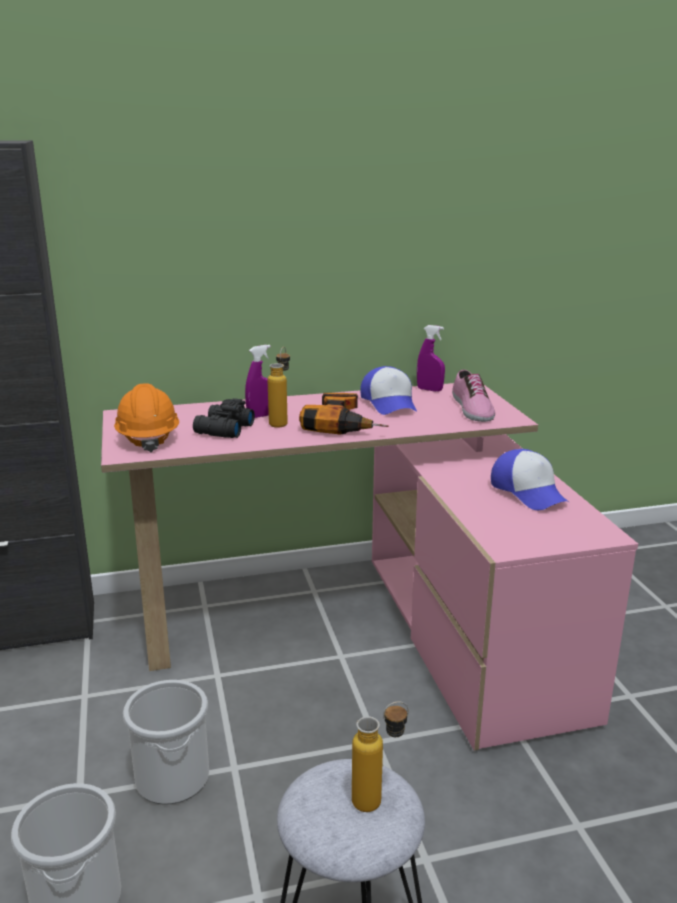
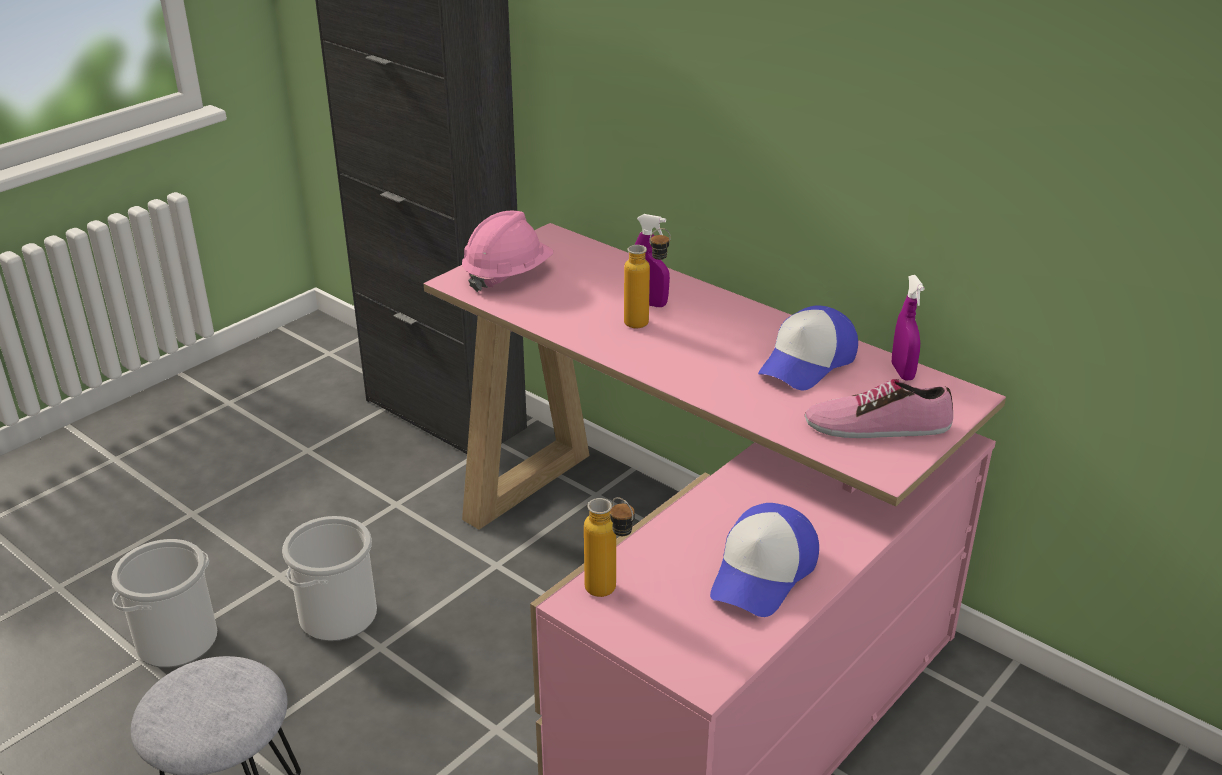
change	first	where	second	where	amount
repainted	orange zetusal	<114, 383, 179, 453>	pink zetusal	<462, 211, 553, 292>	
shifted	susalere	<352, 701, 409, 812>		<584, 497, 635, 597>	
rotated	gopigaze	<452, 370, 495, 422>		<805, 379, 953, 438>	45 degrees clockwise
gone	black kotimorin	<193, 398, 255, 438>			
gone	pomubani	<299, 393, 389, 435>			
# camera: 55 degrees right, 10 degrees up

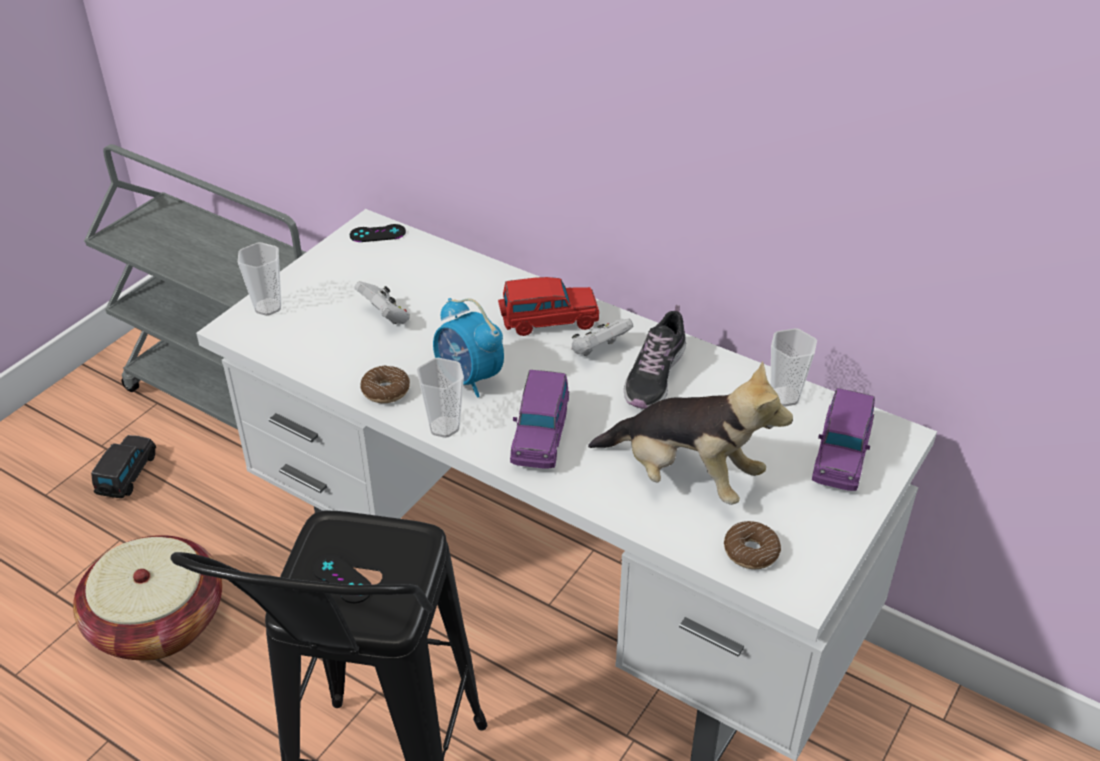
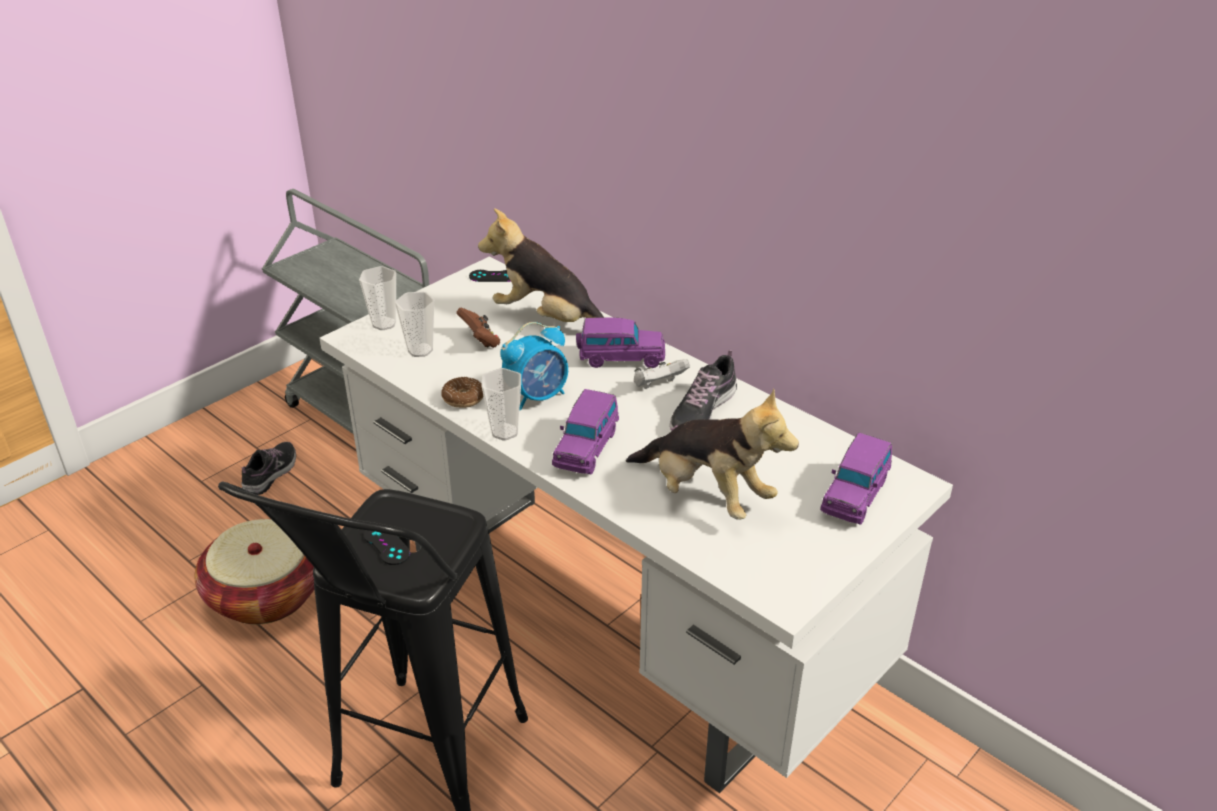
change	first	where	second	where	amount
swapped	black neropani	<91, 435, 156, 498>	gopigaze	<241, 442, 296, 495>	
shifted	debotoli	<771, 328, 817, 407>		<395, 292, 434, 357>	
repainted	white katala	<354, 281, 410, 324>	brown katala	<456, 308, 500, 348>	
new			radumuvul	<478, 208, 604, 322>	
rotated	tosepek	<433, 298, 504, 398>		<500, 322, 568, 410>	90 degrees counterclockwise
repainted	red neropani	<498, 277, 599, 336>	purple neropani	<576, 317, 665, 368>	
gone	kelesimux	<724, 521, 781, 569>			
# camera: 10 degrees right, 5 degrees down

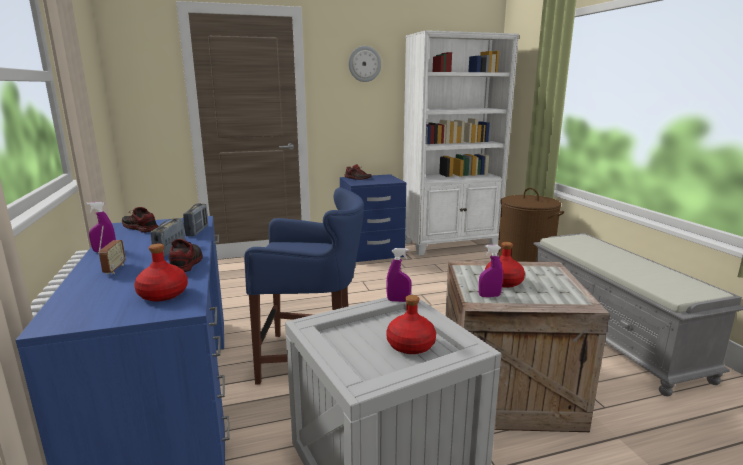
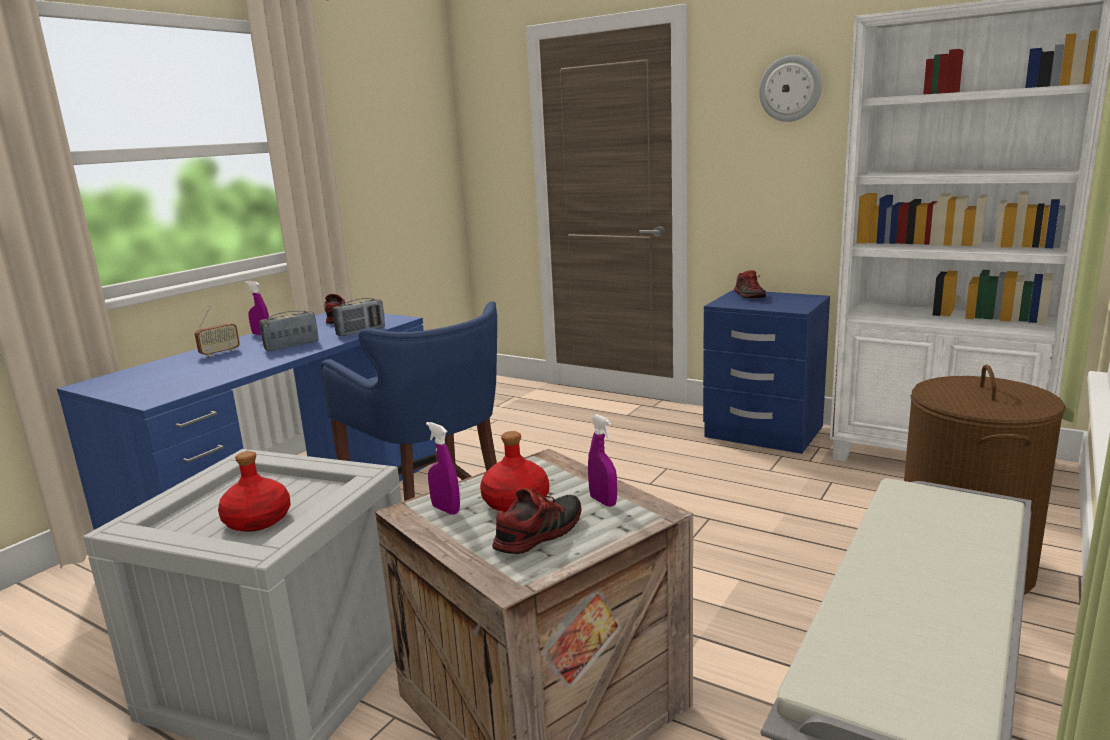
change	first	where	second	where	amount
shifted	gopigaze	<169, 239, 203, 272>		<492, 488, 582, 554>	
shifted	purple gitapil	<386, 248, 411, 302>		<588, 414, 617, 507>	
gone	red susalere	<134, 243, 188, 301>			
# camera: 50 degrees right, 0 degrees up

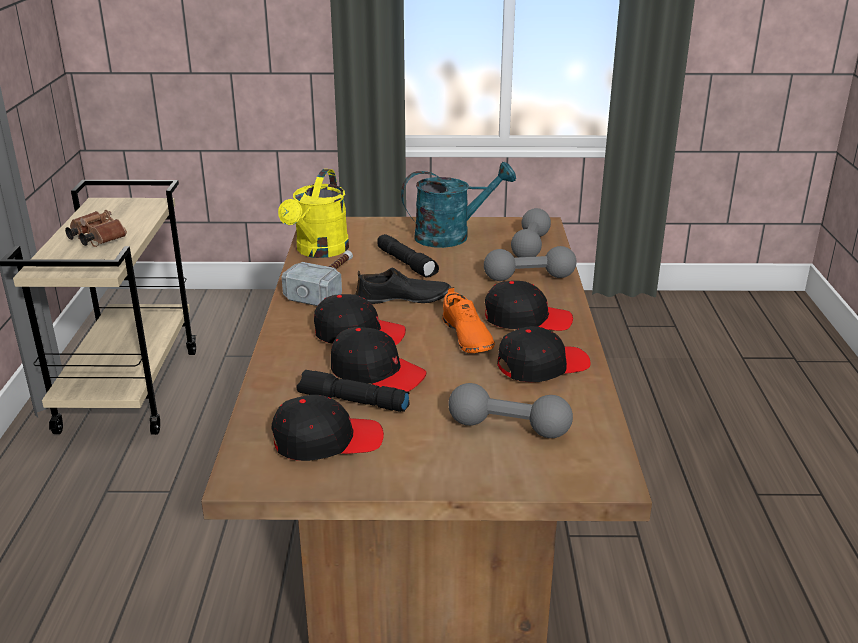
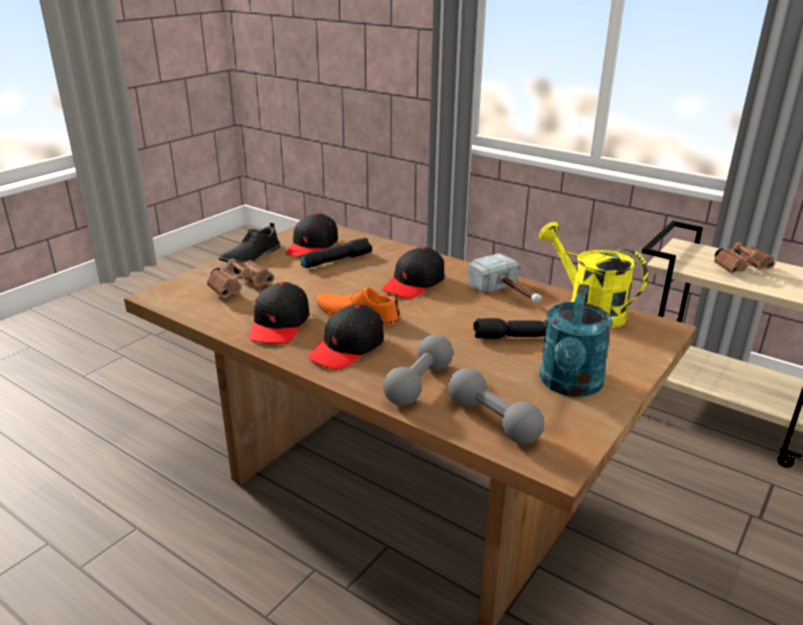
change	first	where	second	where	amount
swapped	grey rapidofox	<448, 383, 573, 438>	brown kotimorin	<207, 258, 274, 298>	
shifted	black gopigaze	<355, 267, 451, 304>		<218, 223, 280, 263>	
gone	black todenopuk	<331, 327, 426, 392>			
# camera: 125 degrees right, 0 degrees up

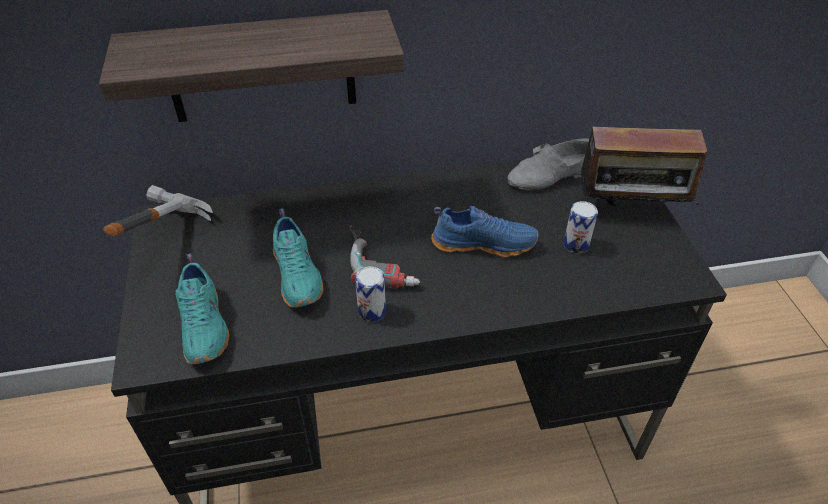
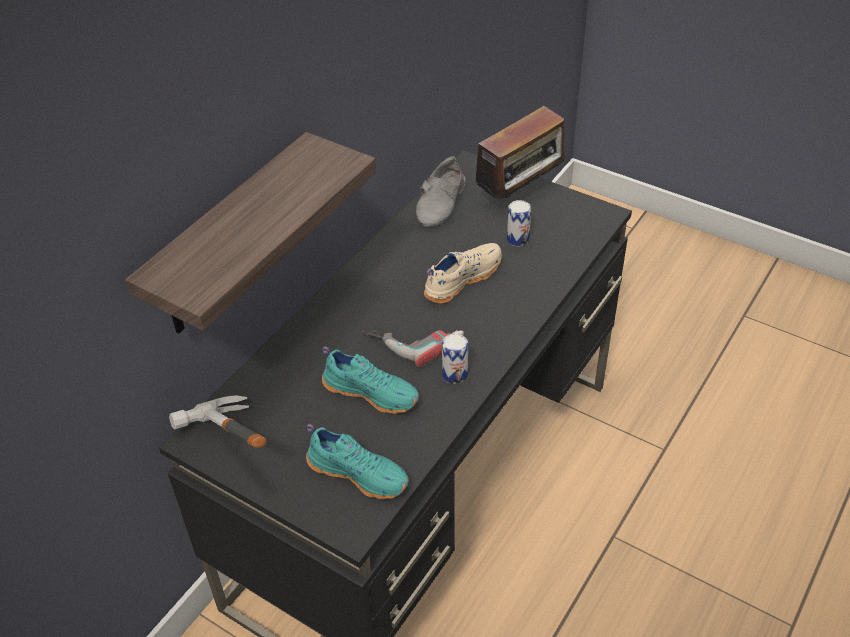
change	first	where	second	where	amount
repainted	blue gopigaze	<431, 206, 539, 257>	beige gopigaze	<424, 243, 502, 304>	
# camera: 45 degrees left, 0 degrees up

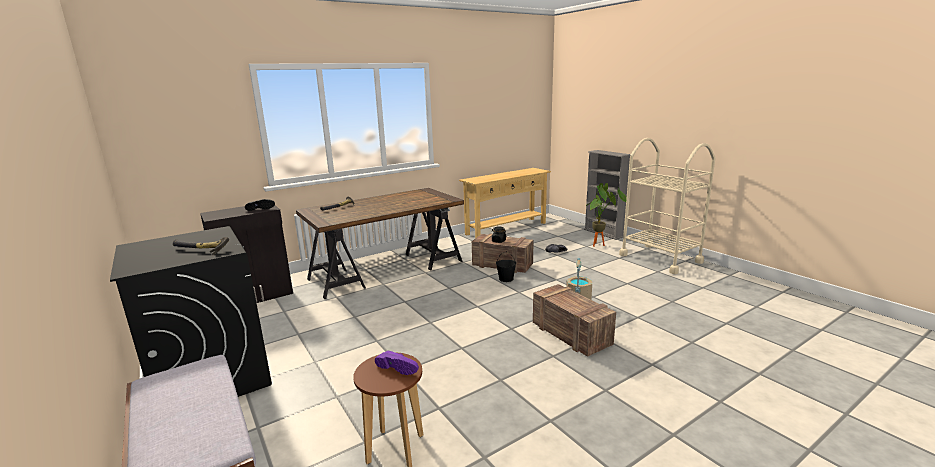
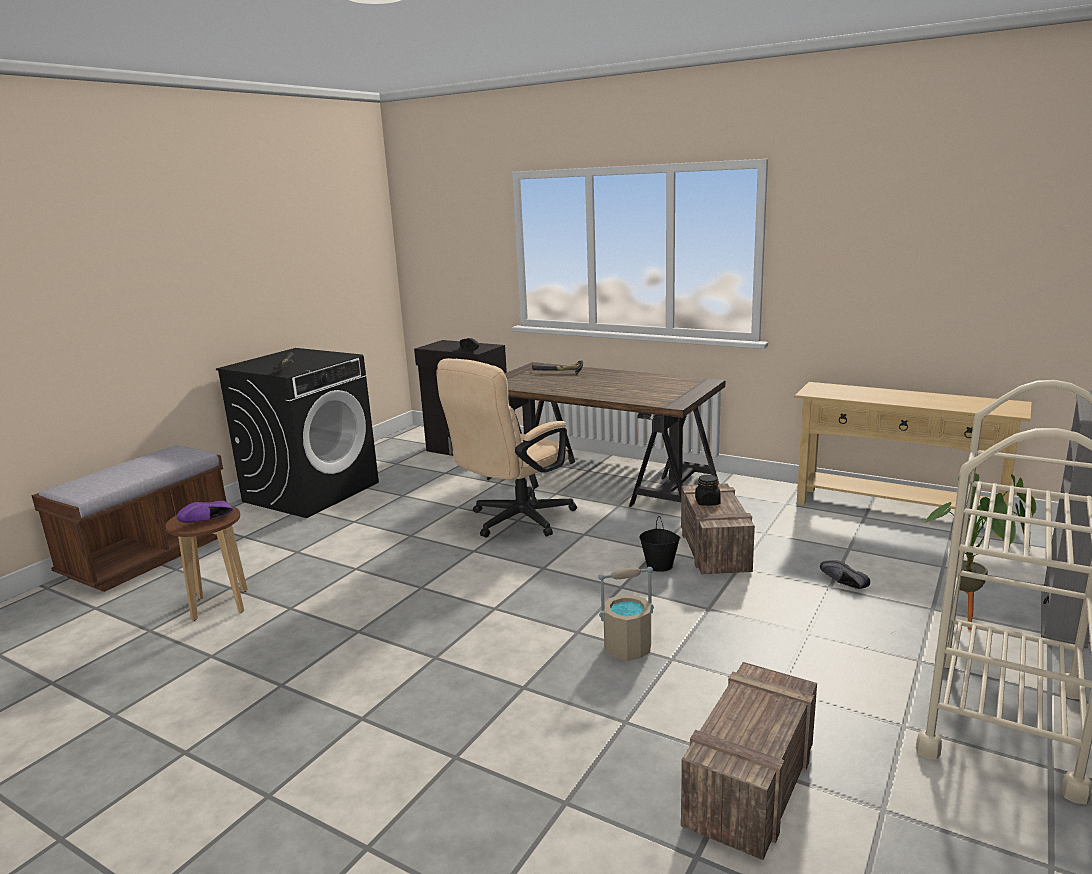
change	first	where	second	where	amount
rotated	purple gopigaze	<375, 351, 419, 375>		<177, 501, 233, 523>	45 degrees clockwise
new			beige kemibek	<436, 358, 577, 538>	
shifted	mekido	<533, 284, 616, 357>		<681, 662, 817, 860>	
# camera: 65 degrees right, 0 degrees up

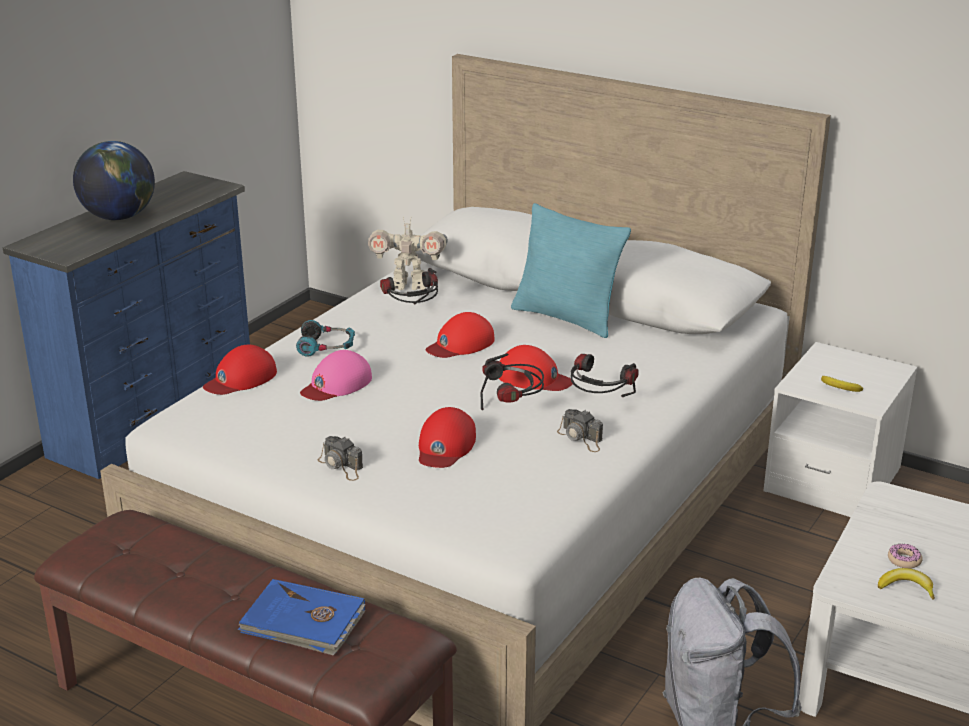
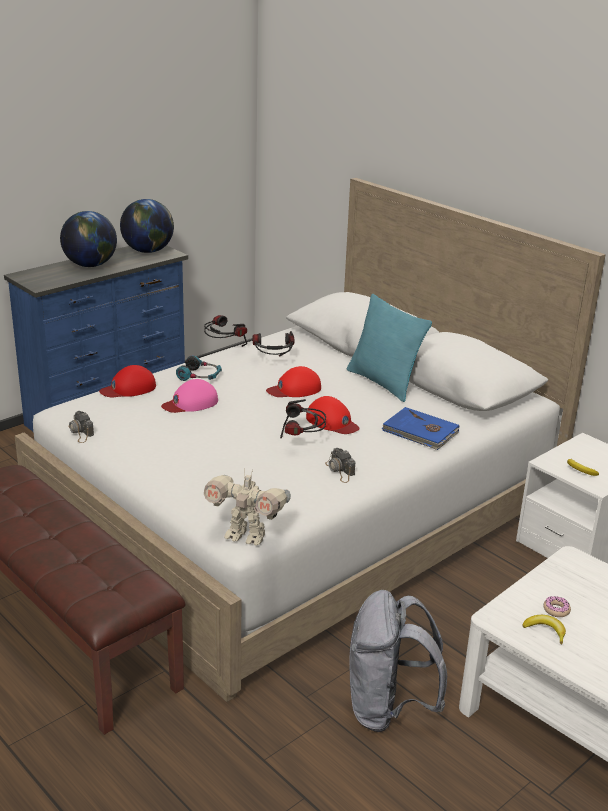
change	first	where	second	where	amount
shifted	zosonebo	<318, 436, 363, 481>		<69, 411, 94, 443>	
new			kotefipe	<120, 199, 174, 253>	
shifted	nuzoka	<571, 354, 639, 397>		<204, 315, 247, 347>	
shifted	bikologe	<368, 216, 448, 290>		<204, 470, 291, 546>	
shifted	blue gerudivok	<238, 579, 366, 656>		<381, 407, 459, 450>	
gone	red todenopuk	<419, 407, 476, 468>			
# camera: 15 degrees right, 0 degrees up

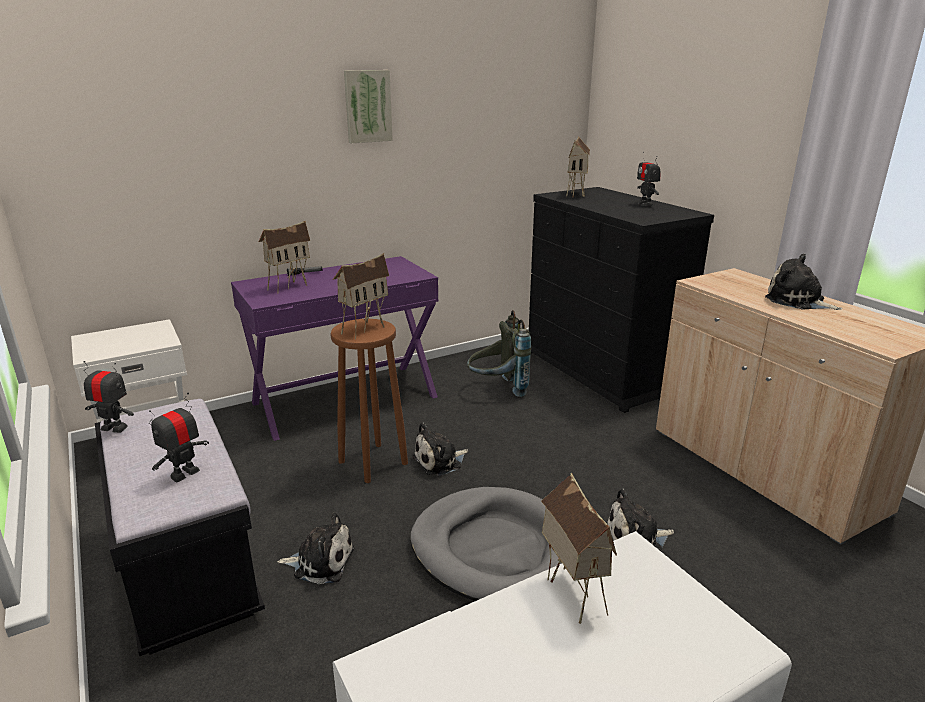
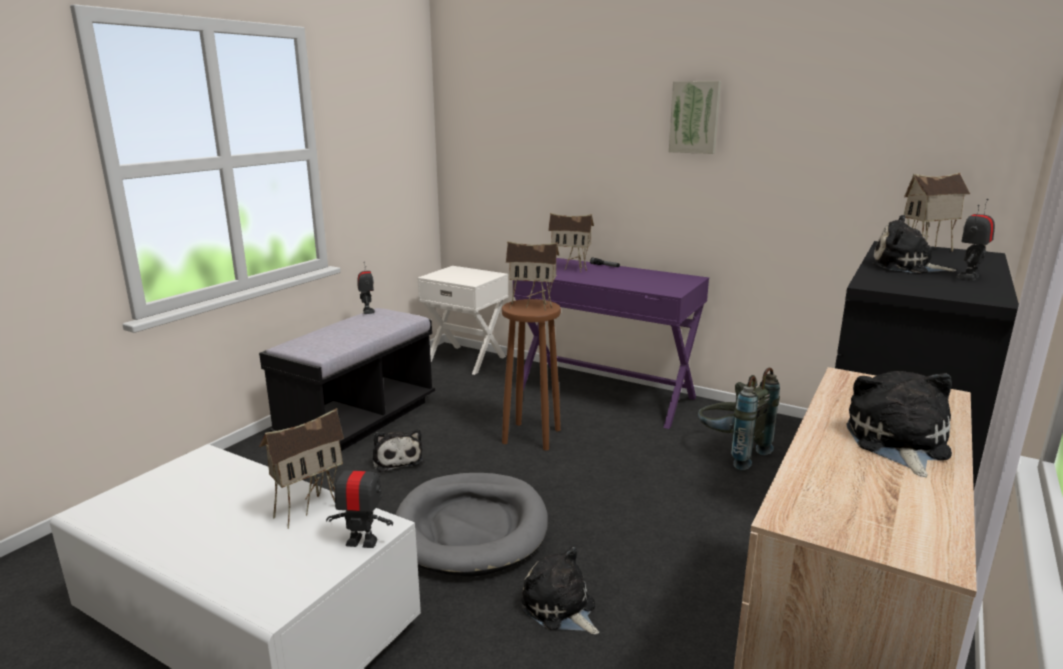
change	first	where	second	where	amount
shifted	bikologe	<149, 393, 209, 482>		<326, 460, 393, 548>	
shifted	radumuvul	<412, 422, 468, 476>		<872, 215, 957, 273>	
# camera: 60 degrees right, 5 degrees down

